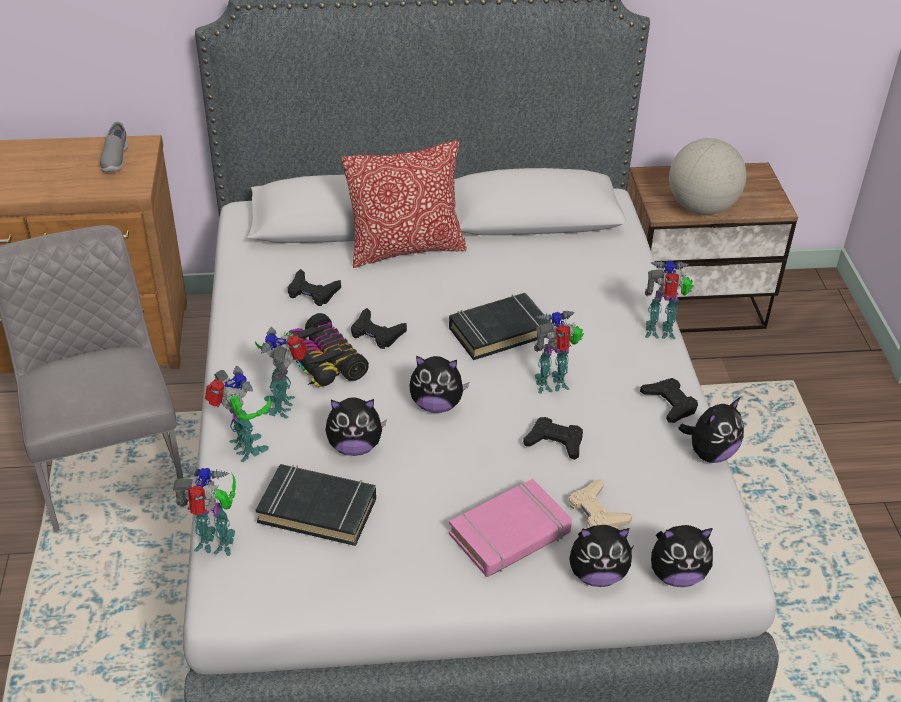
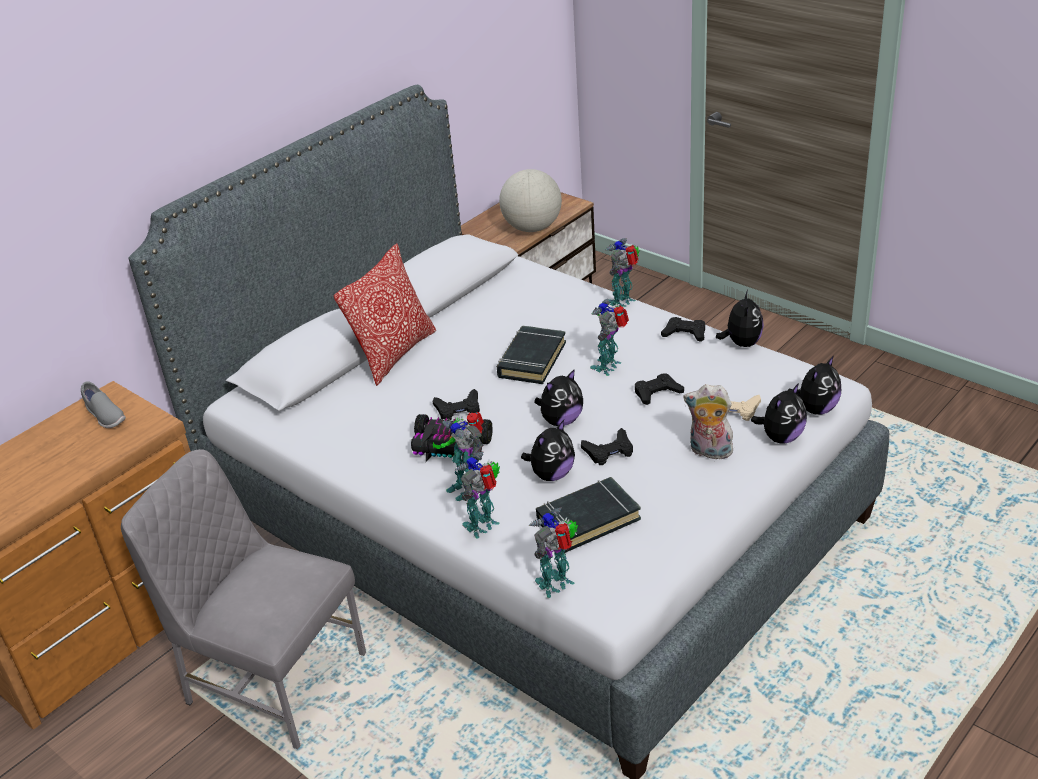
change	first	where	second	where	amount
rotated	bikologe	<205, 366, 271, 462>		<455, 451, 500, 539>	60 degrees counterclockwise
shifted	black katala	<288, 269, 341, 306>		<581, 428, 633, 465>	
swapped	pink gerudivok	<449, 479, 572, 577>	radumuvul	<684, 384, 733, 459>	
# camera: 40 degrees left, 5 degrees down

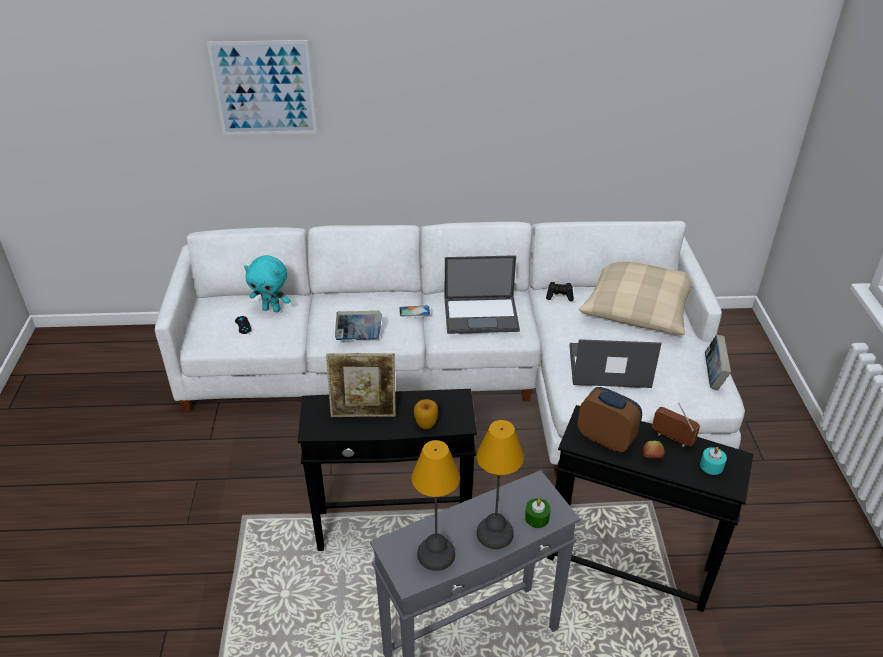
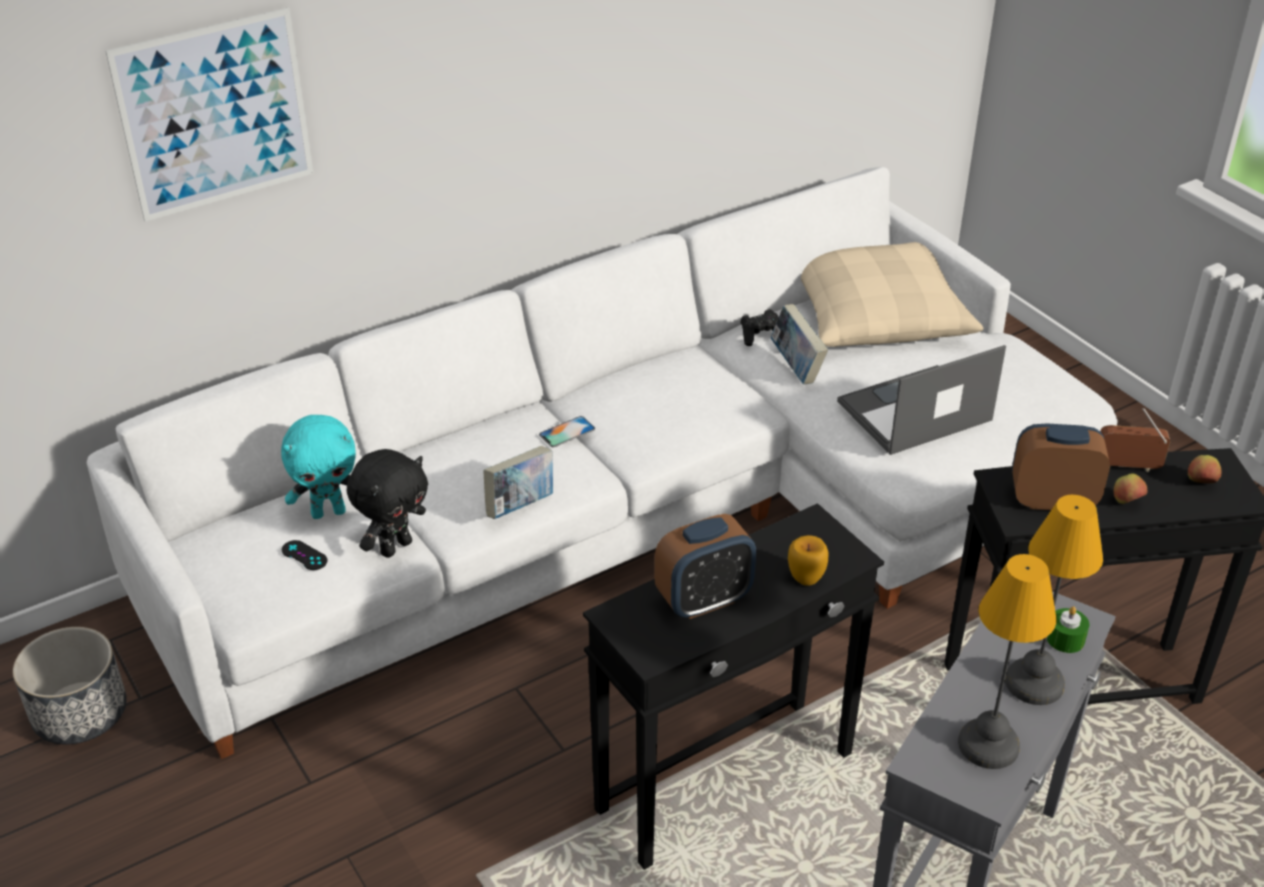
change	first	where	second	where	amount
new			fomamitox	<13, 627, 127, 744>	
new			black radumuvul	<347, 449, 428, 558>	
swapped	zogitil	<326, 353, 396, 417>	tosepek	<655, 514, 756, 619>	
shifted	gerudivok	<705, 335, 731, 390>		<771, 304, 828, 385>	
swapped	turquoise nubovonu	<700, 447, 727, 475>	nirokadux	<1188, 455, 1222, 484>	
gone	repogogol	<445, 255, 520, 334>			
# camera: 30 degrees left, 0 degrees up

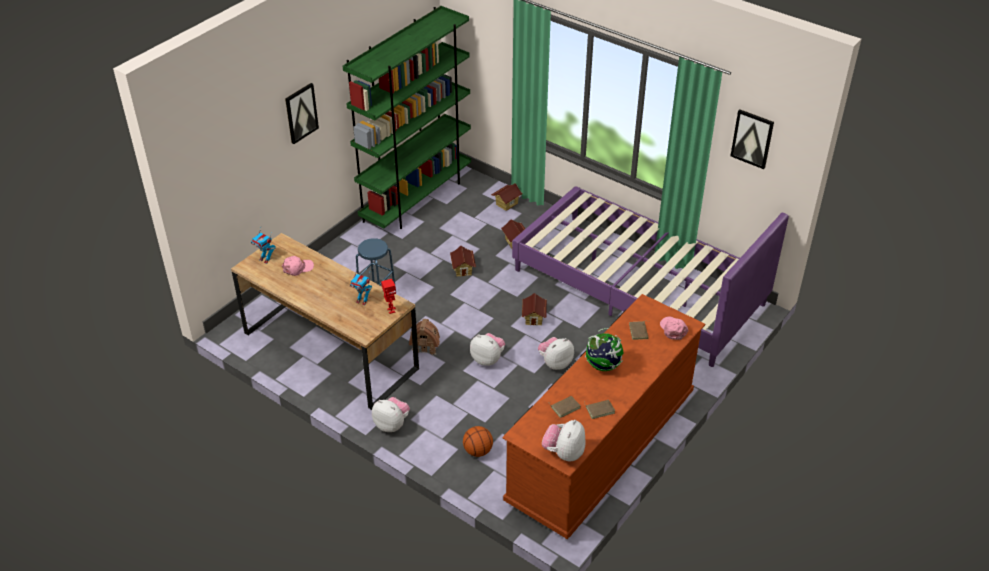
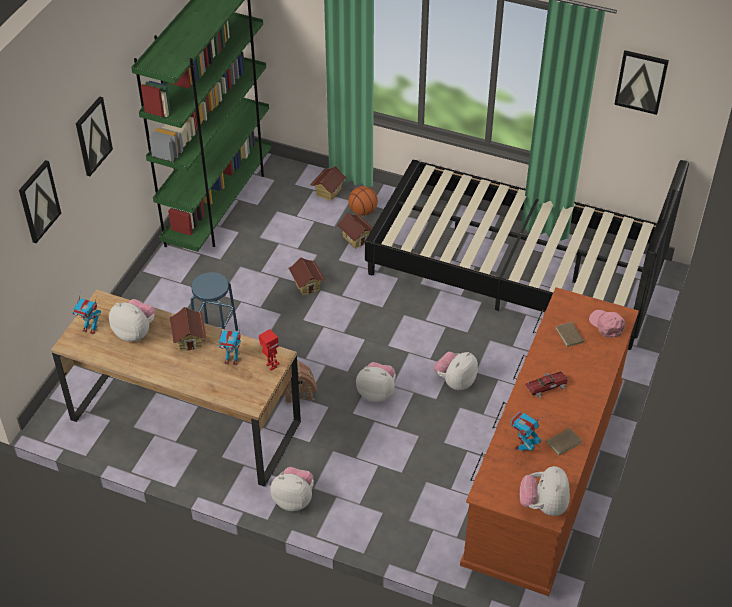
change	first	where	second	where	amount
new			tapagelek	<19, 160, 61, 243>	
swapped	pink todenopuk	<282, 256, 314, 276>	radumuvul	<109, 299, 156, 342>	
shifted	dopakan	<522, 293, 547, 326>		<170, 307, 206, 351>	
shifted	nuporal	<463, 426, 493, 457>		<348, 186, 378, 216>	
repainted	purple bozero	<512, 186, 789, 367>	black bozero	<365, 160, 689, 350>	
swapped	brown gerudivok	<549, 396, 581, 418>	bikologe	<511, 412, 541, 454>	
swapped	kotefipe	<585, 328, 624, 371>	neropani	<525, 371, 568, 398>	
# camera: 15 degrees left, 5 degrees up

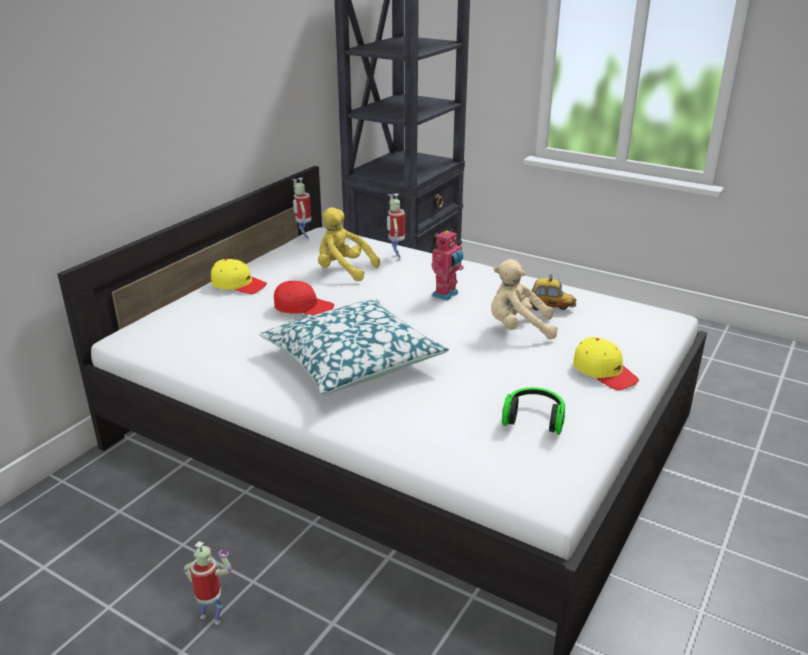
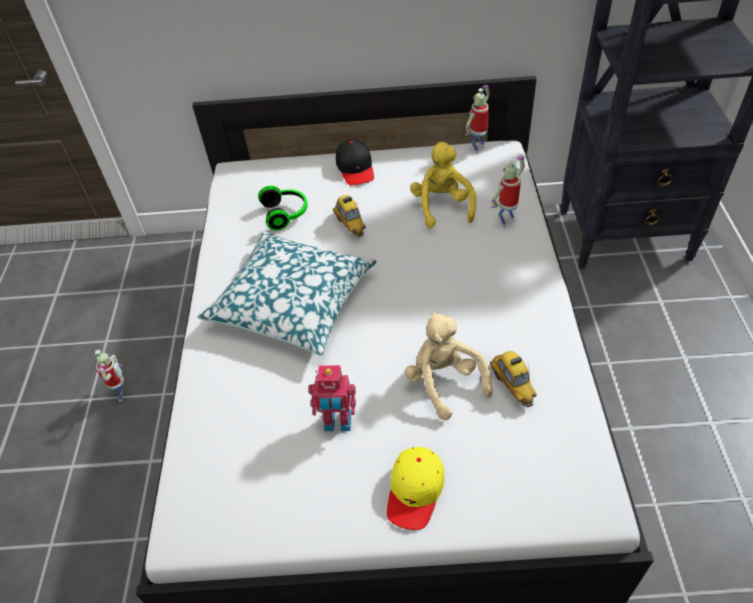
change	first	where	second	where	amount
shifted	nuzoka	<502, 387, 565, 435>		<258, 186, 308, 231>	
shifted	bikologe	<432, 229, 464, 301>		<308, 365, 356, 431>	
swapped	red todenopuk	<274, 281, 334, 315>	neropani	<333, 195, 366, 238>	
repainted	yellow todenopuk	<211, 259, 267, 294>	black todenopuk	<336, 139, 374, 185>	
# camera: 60 degrees right, 20 degrees up

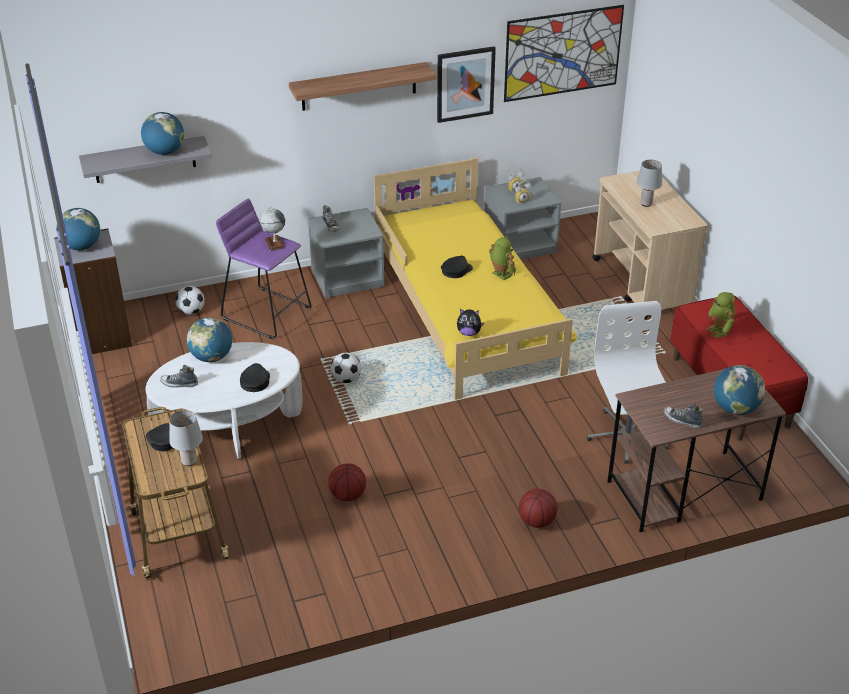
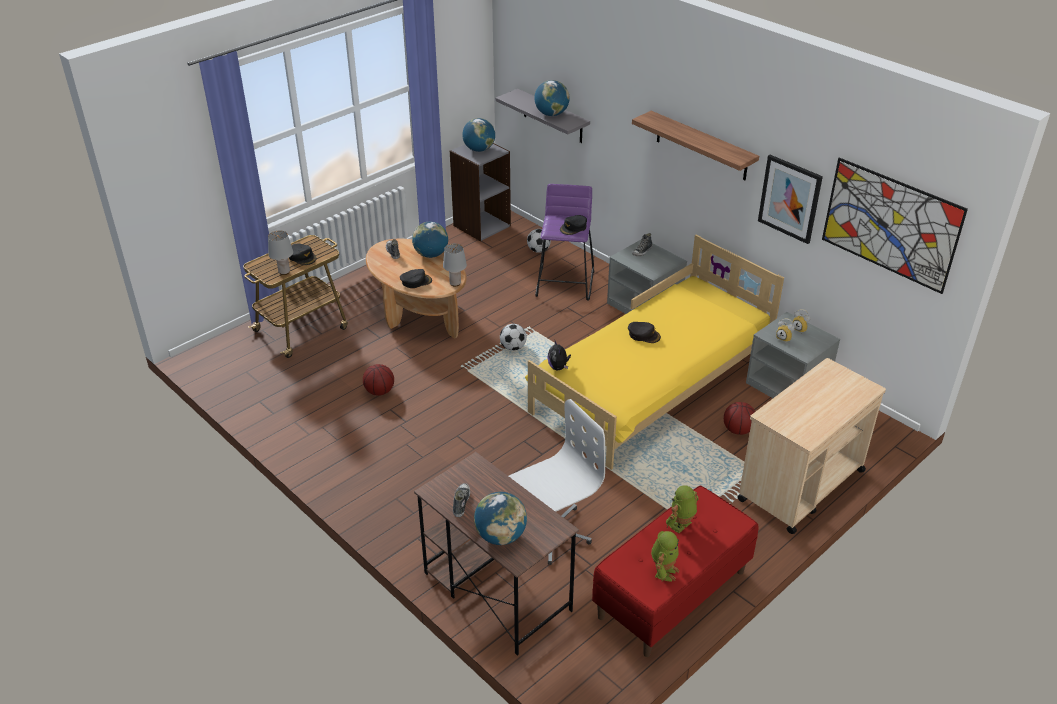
change	first	where	second	where	amount
repainted	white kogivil	<145, 342, 302, 459>	brown kogivil	<366, 239, 467, 339>	
shifted	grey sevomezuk	<637, 160, 662, 207>		<443, 243, 467, 286>	
swapped	kotefipe	<261, 206, 285, 251>	black todenopuk	<560, 215, 587, 235>	
shifted	bikologe	<489, 237, 516, 280>		<651, 531, 679, 582>	
shifted	nuporal	<519, 489, 557, 528>		<724, 402, 755, 435>	
# camera: 65 degrees right, 0 degrees up

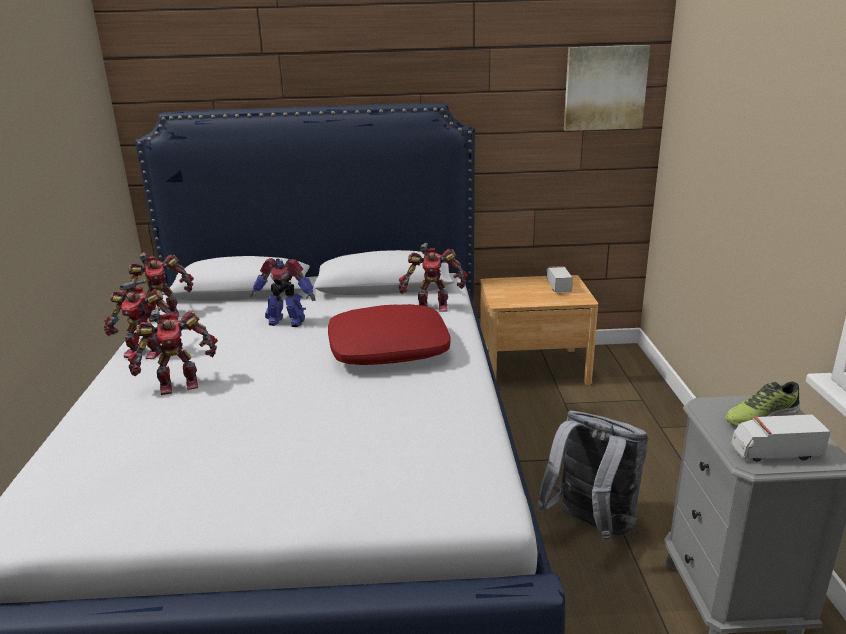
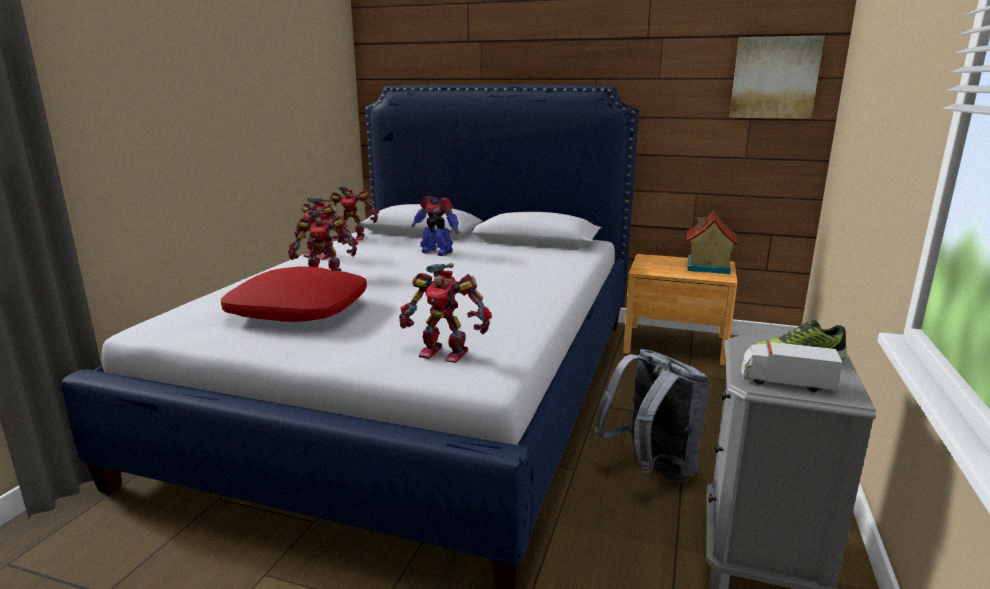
change	first	where	second	where	amount
shifted	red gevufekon	<328, 304, 451, 365>		<221, 267, 367, 322>	
shifted	bikologe	<399, 243, 468, 312>		<399, 263, 492, 363>	
swapped	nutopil	<546, 266, 573, 292>	dopakan	<687, 210, 738, 274>	
# camera: 20 degrees right, 5 degrees down

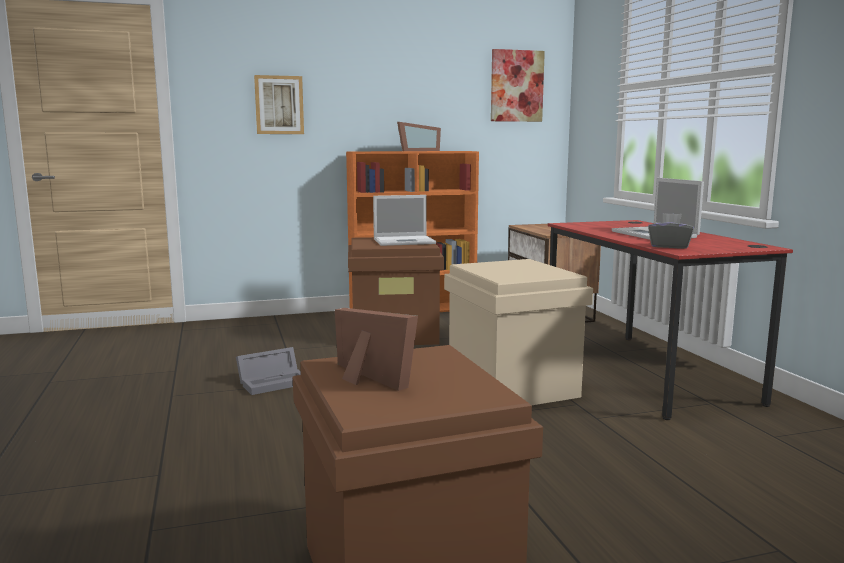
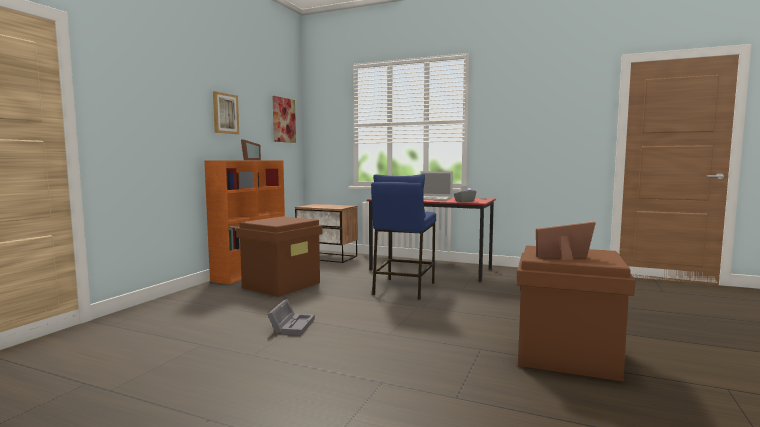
change	first	where	second	where	amount
shifted	tapagelek	<254, 75, 304, 134>		<213, 91, 239, 134>	
swapped	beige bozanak	<444, 259, 593, 405>	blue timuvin	<371, 174, 436, 300>	
gone	repogogol	<373, 195, 436, 246>			
# camera: 50 degrees left, 5 degrees down

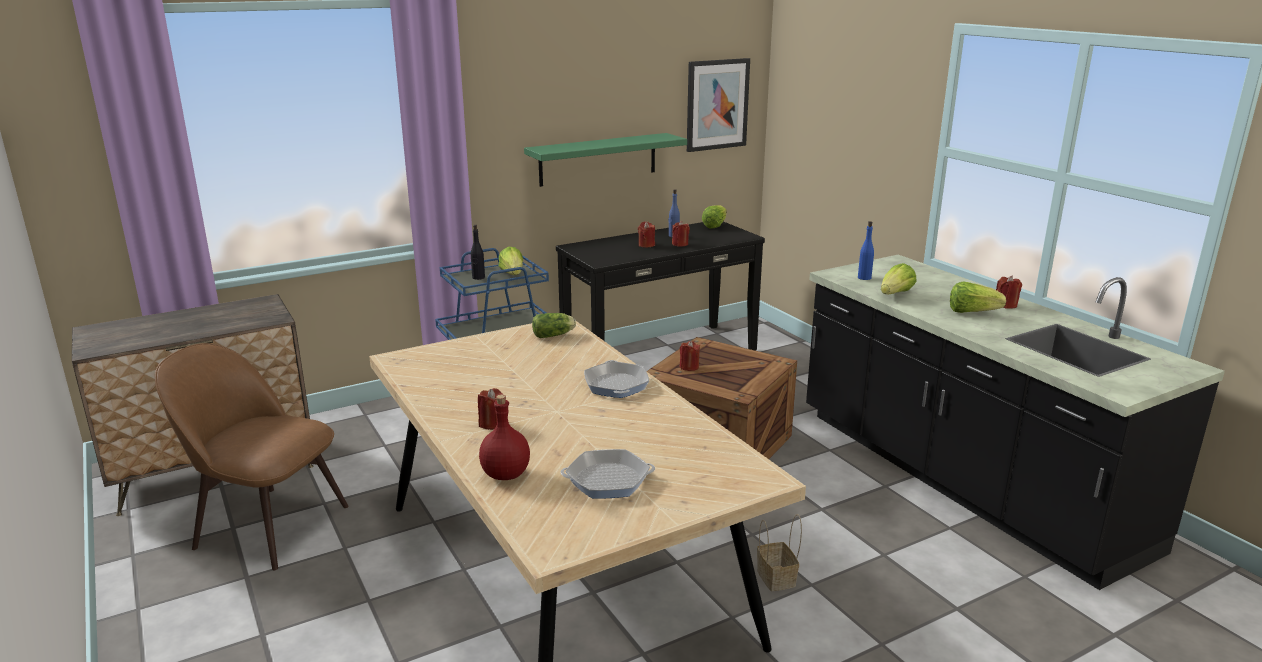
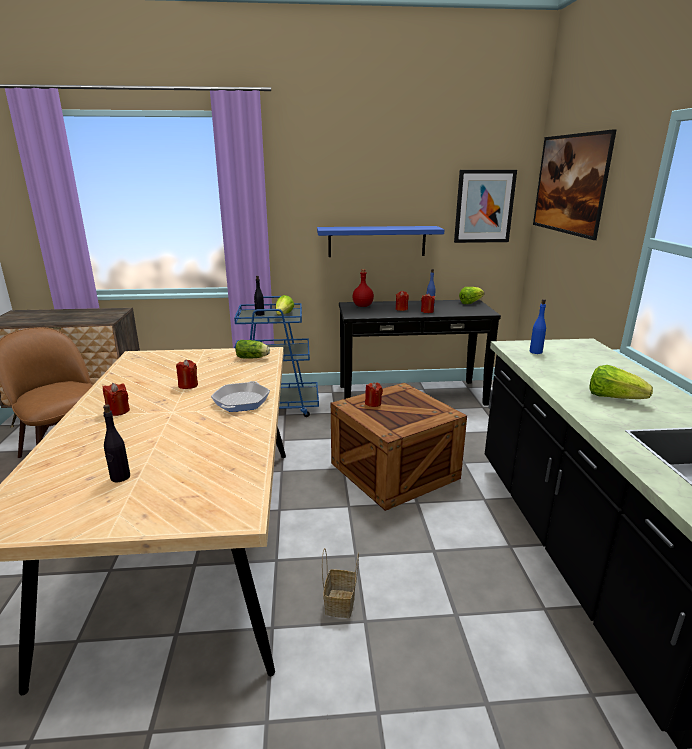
change	first	where	second	where	amount
swapped	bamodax	<560, 449, 655, 499>	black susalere	<103, 404, 130, 483>	
shifted	red nubovonu	<996, 275, 1022, 309>		<176, 359, 198, 389>	
repainted	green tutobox	<524, 133, 687, 187>	blue tutobox	<317, 226, 444, 257>	
shifted	red susalere	<479, 394, 530, 480>		<352, 269, 374, 307>	
new			tapagelek	<533, 129, 617, 240>	
gone	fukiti	<881, 263, 916, 294>			
# camera: 25 degrees right, 0 degrees up

